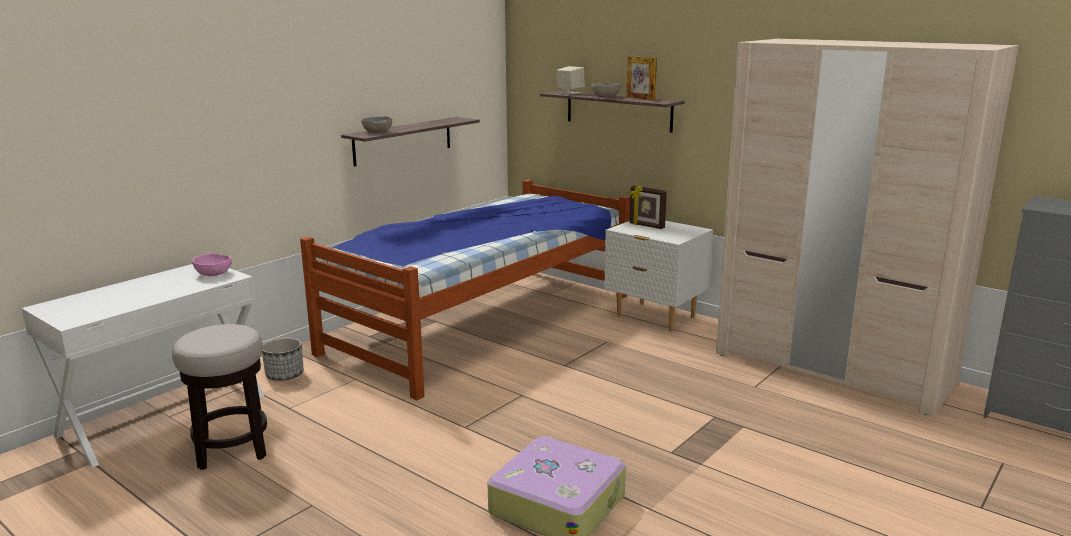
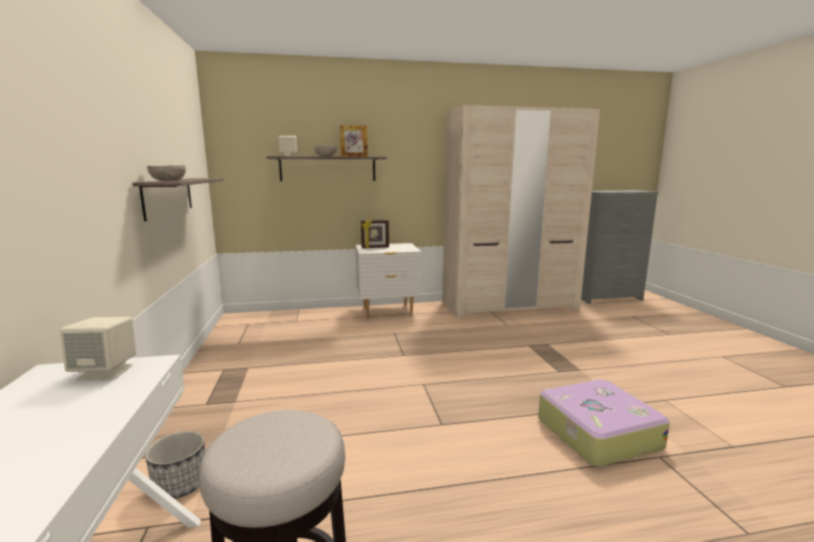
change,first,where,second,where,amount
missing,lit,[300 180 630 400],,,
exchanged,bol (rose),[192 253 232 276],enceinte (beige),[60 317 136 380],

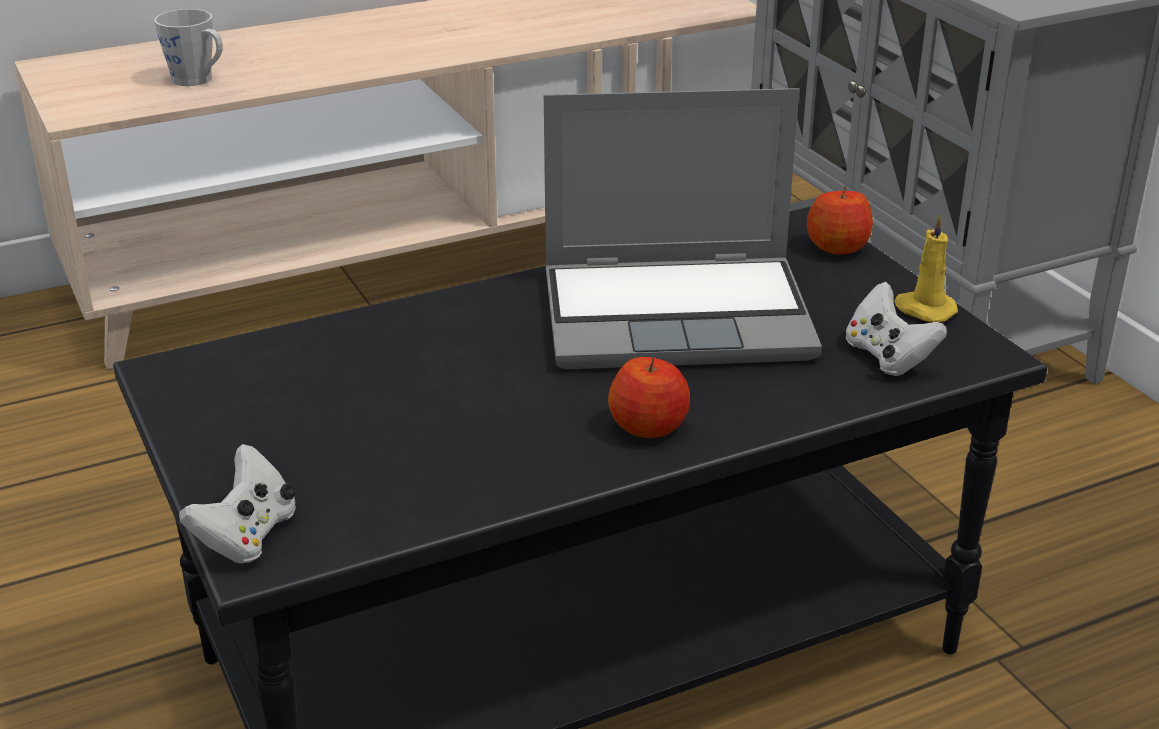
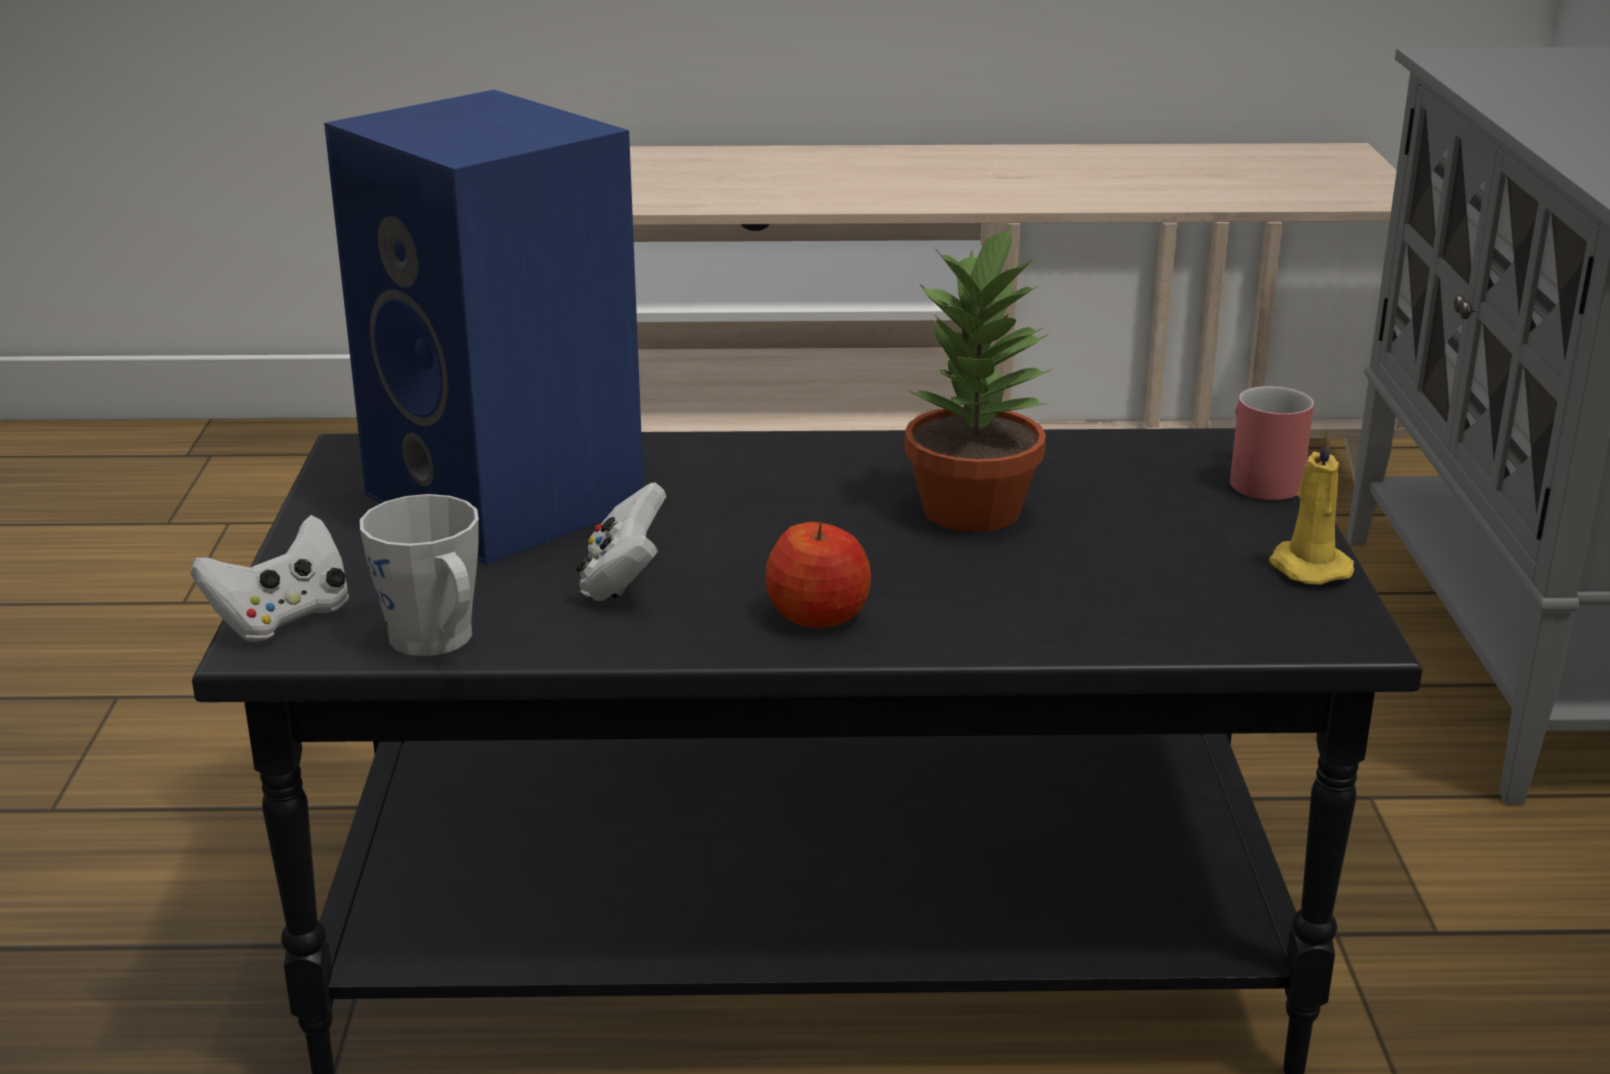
change,first,where,second,where,amount
appeared,,,enceinte (bleu),[324 90 644 565],
relocated,mug (gris),[155 9 223 86],,[360 494 479 656],
relocated,manette (blanc),[846 282 947 376],,[576 483 666 601],
exchanged,ordinateur portable,[544 88 822 369],plante en pot,[904 224 1052 532],
exchanged,pomme,[807 186 873 254],mug (rouge),[1230 386 1314 500],

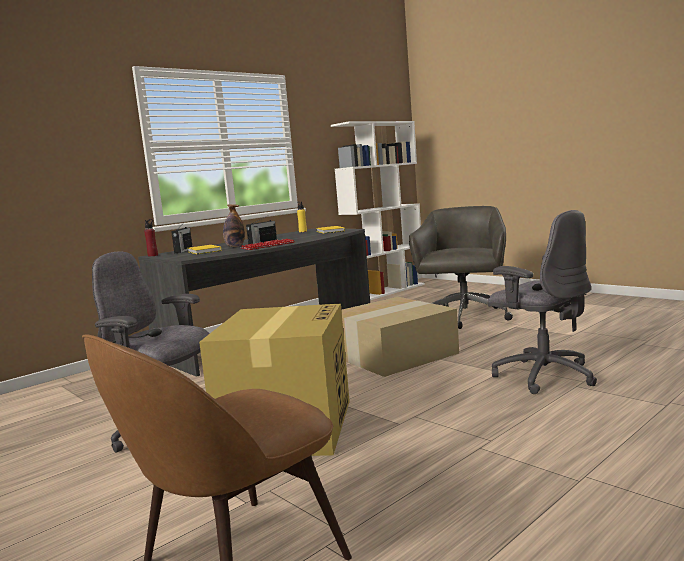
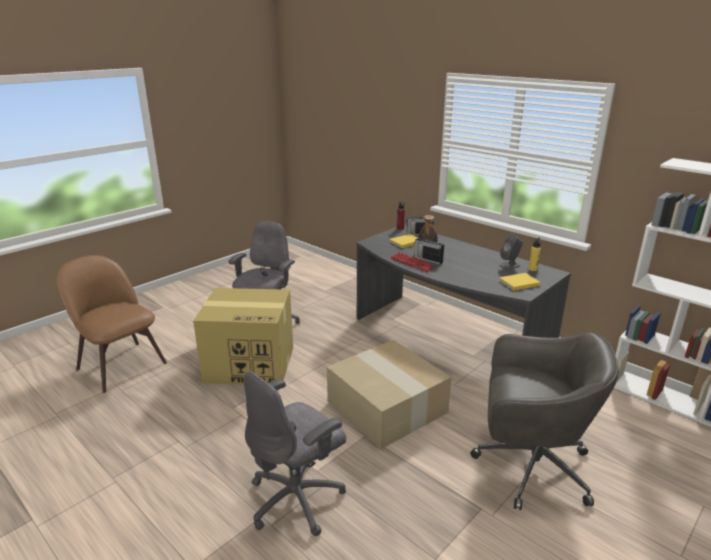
change,first,where,second,where,amount
appeared,,,enceinte (gris),[499 234 523 269],

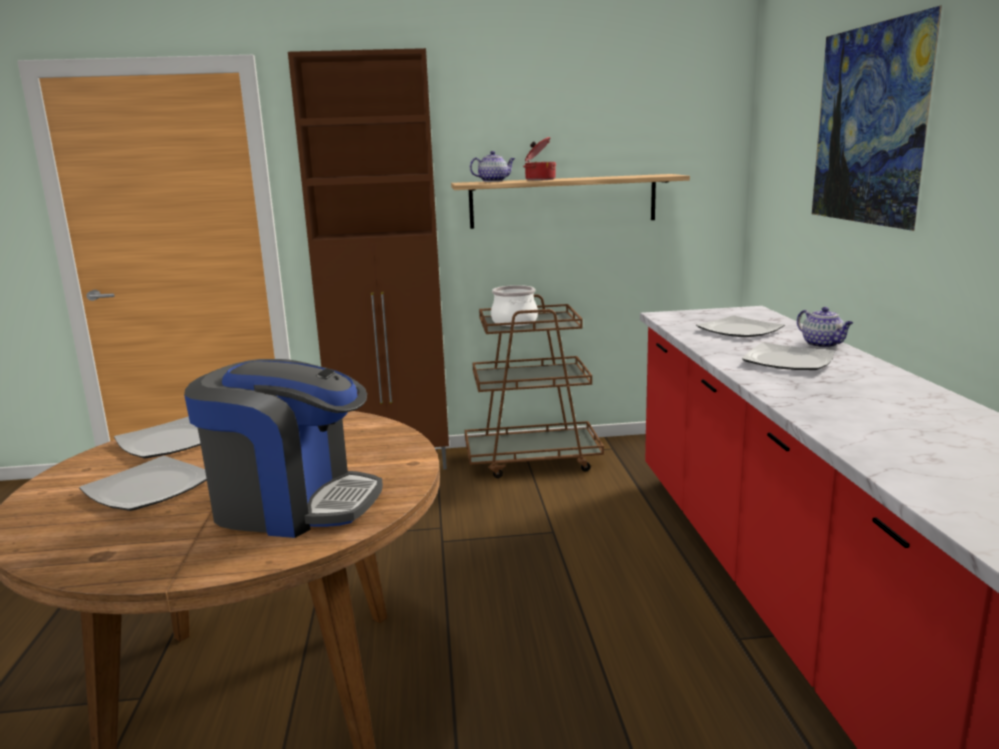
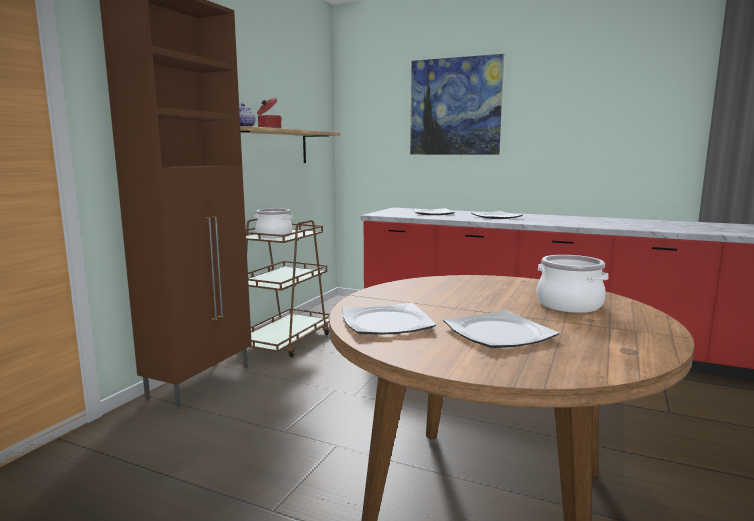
change,first,where,second,where,amount
missing,théière,[797 307 853 348],,,
exchanged,machine à café,[184 359 383 538],marmite,[537 255 608 313],

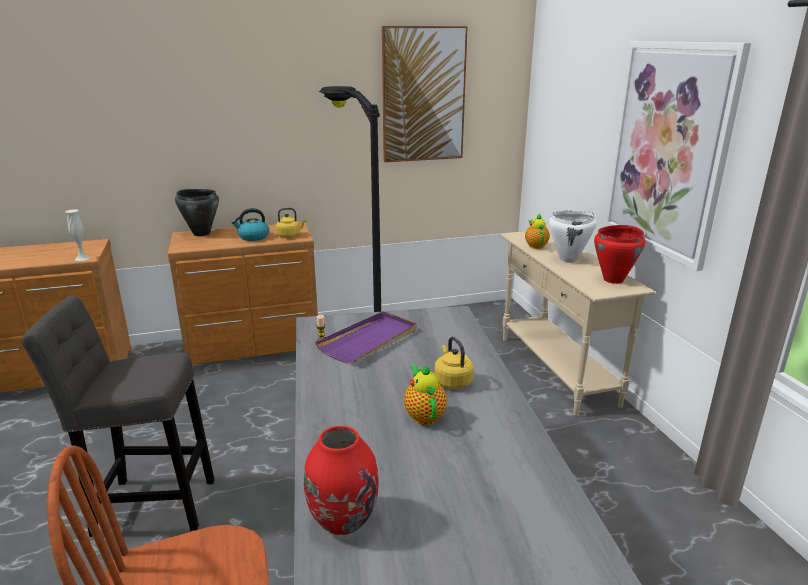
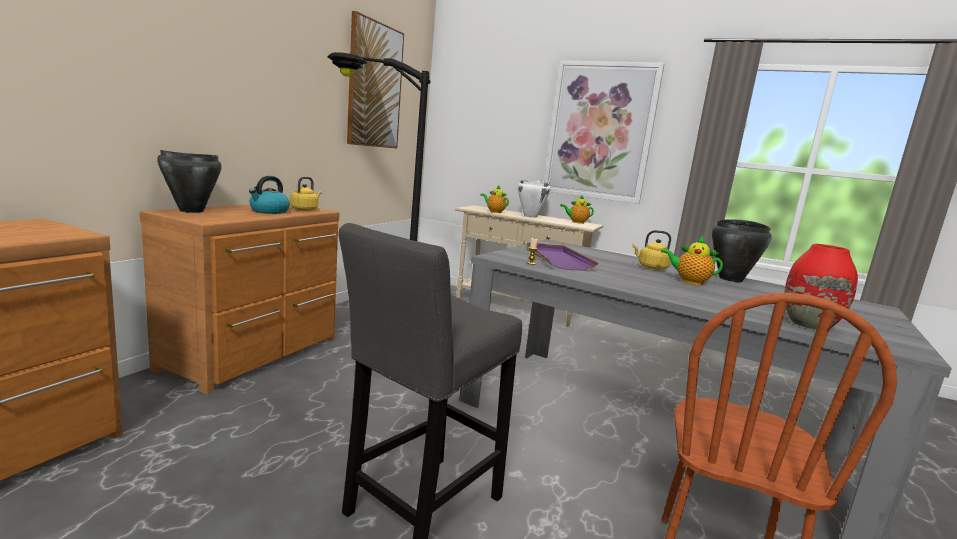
change,first,where,second,where,amount
missing,vase (blanc),[65 209 90 261],,,
appeared,,,marmite (noir),[712 219 772 282],
exchanged,marmite (rouge),[594 225 645 284],théière,[560 195 594 224],

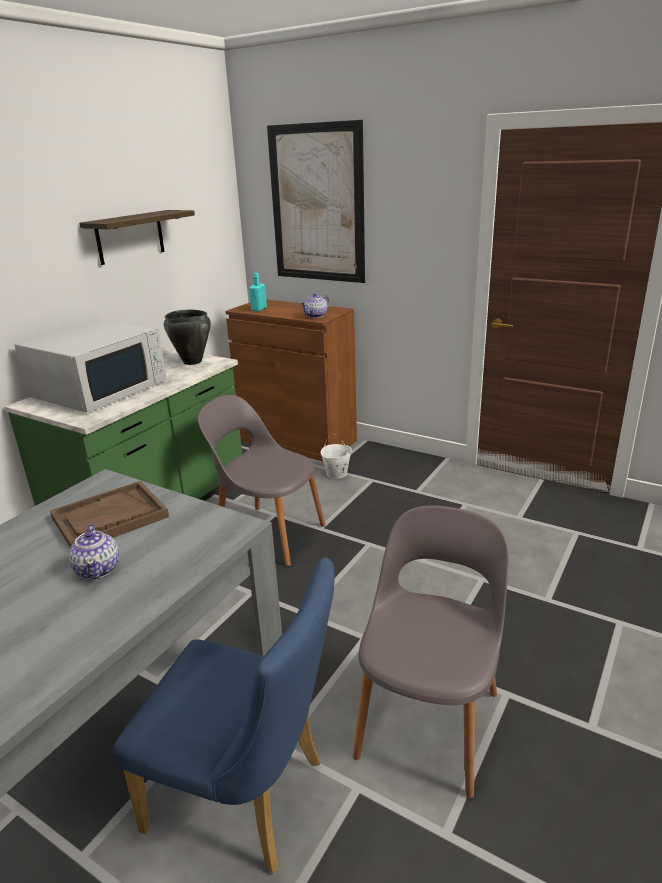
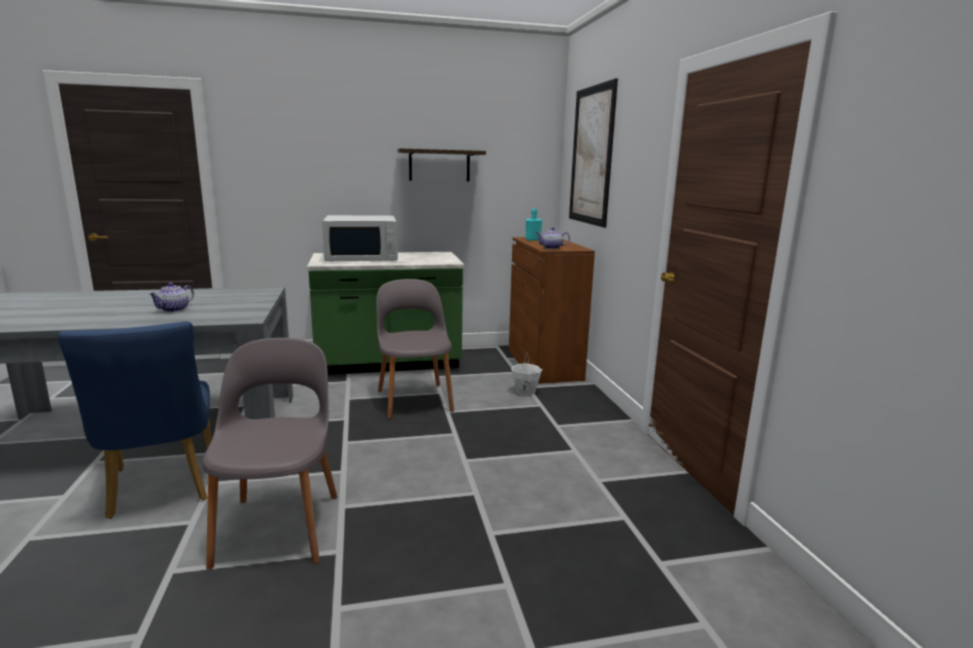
change,first,where,second,where,amount
missing,plateau (marron),[50 481 169 548],,,
missing,marmite (noir),[164 310 211 365],,,
spun,chaise (gris),[353 506 509 798],,[202 338 337 569],75 degrees counterclockwise

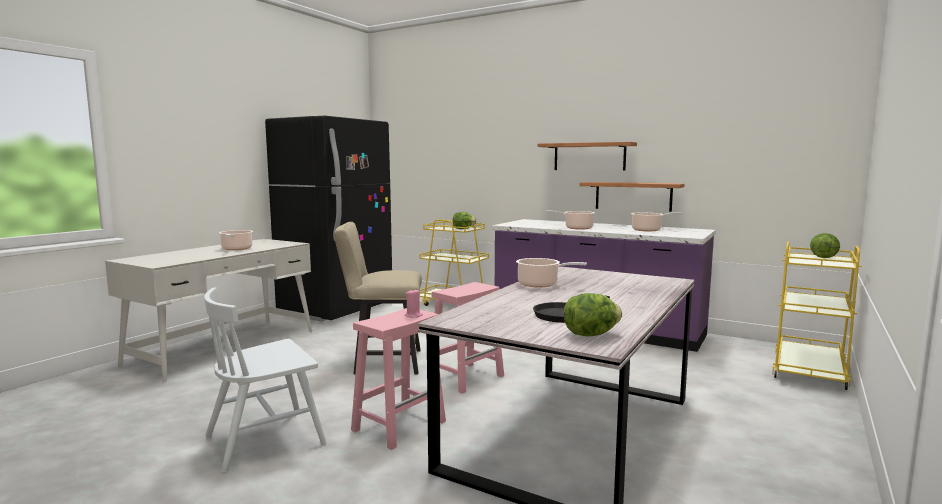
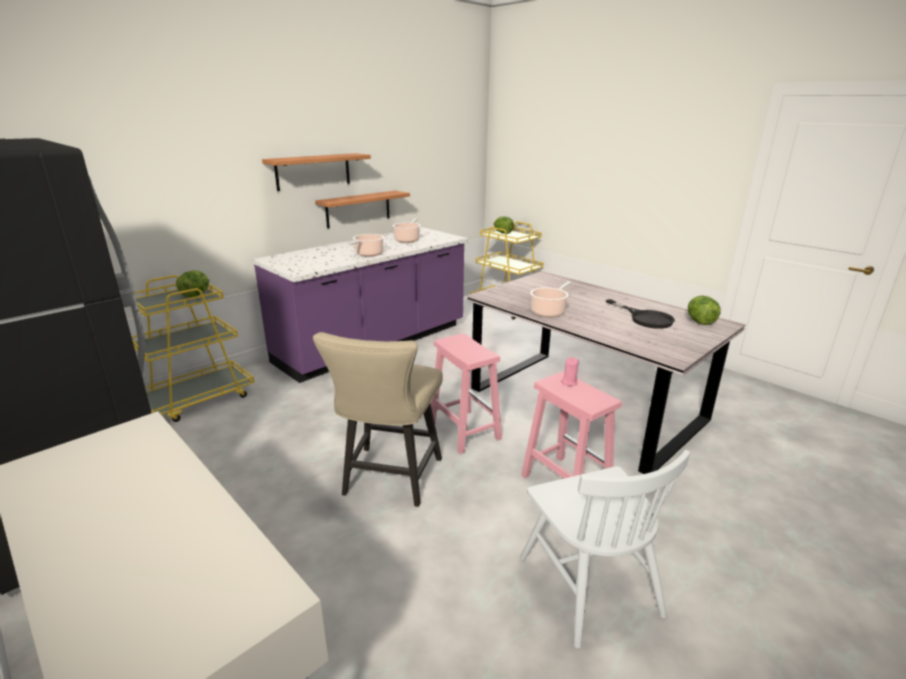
change,first,where,second,where,amount
missing,marmite,[219 230 253 250],,,

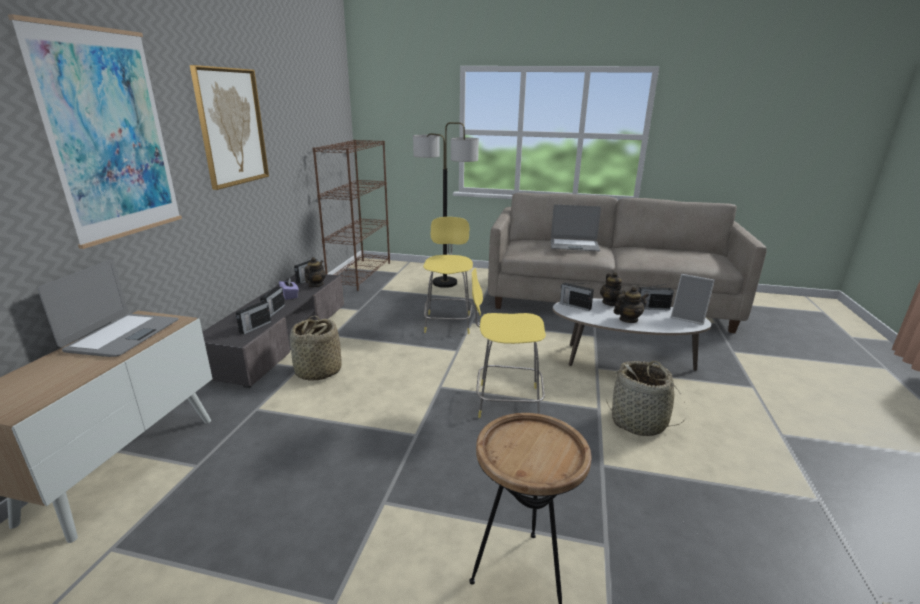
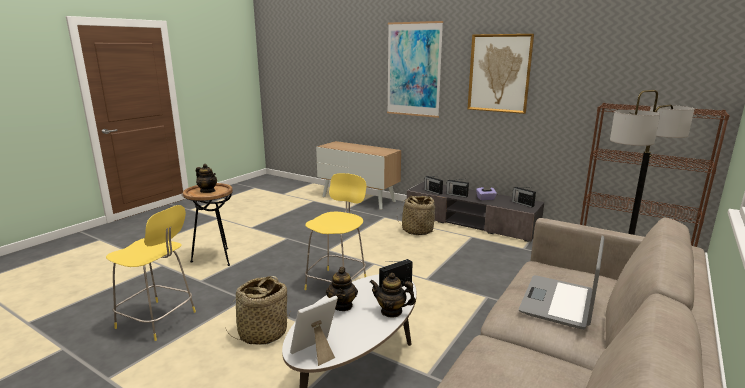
change,first,where,second,where,amount
missing,ordinateur portable,[38 260 178 357],,,
missing,radio,[638 284 674 310],,,
relocated,théière,[305 257 326 287],,[196 164 217 193],
relocated,tabouret (jaune),[423 217 473 334],,[106 205 196 341],

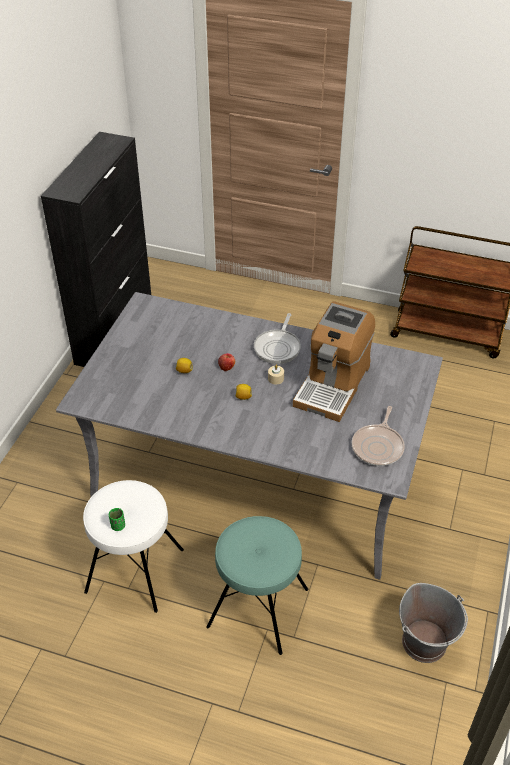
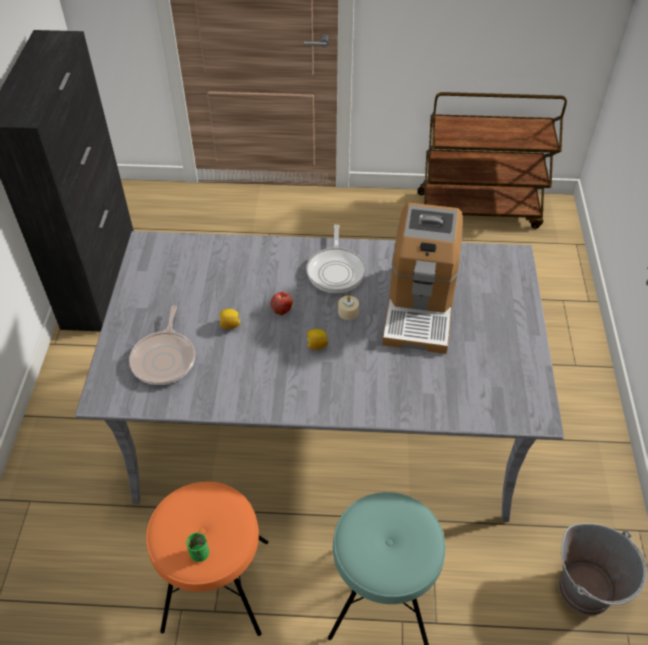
change,first,where,second,where,amount
relocated,poêle,[352 406 405 466],,[129 305 195 385],
colour,tabouret (blanc),[83 480 184 613],tabouret (orange),[146 482 268 636],

